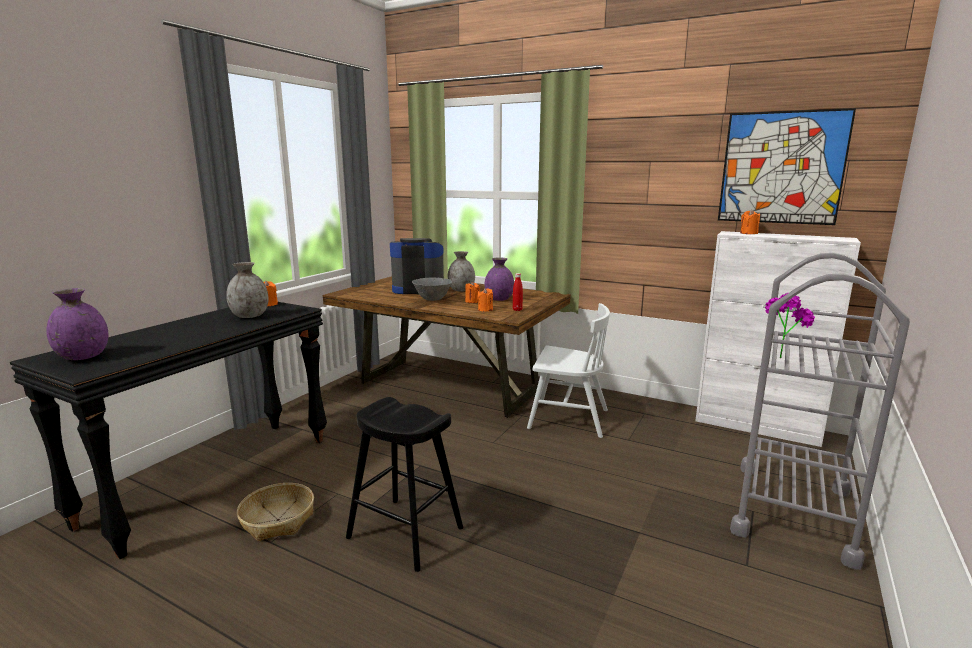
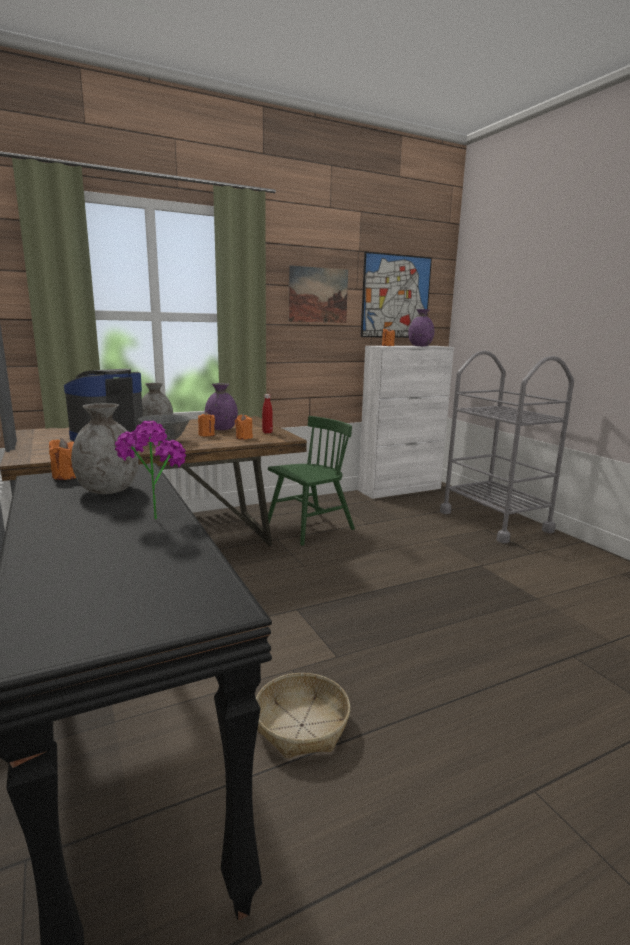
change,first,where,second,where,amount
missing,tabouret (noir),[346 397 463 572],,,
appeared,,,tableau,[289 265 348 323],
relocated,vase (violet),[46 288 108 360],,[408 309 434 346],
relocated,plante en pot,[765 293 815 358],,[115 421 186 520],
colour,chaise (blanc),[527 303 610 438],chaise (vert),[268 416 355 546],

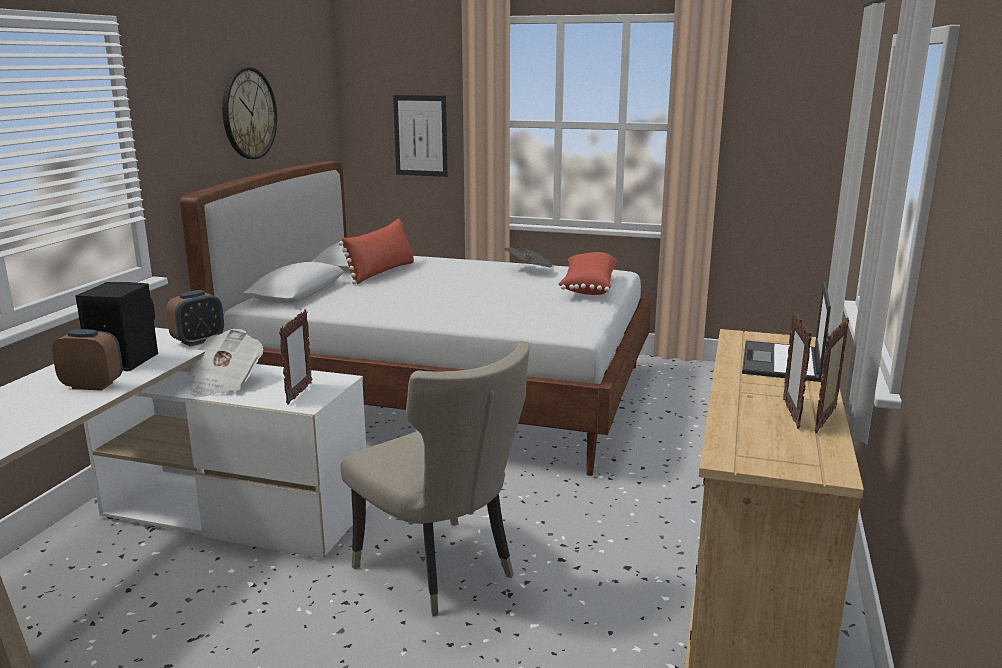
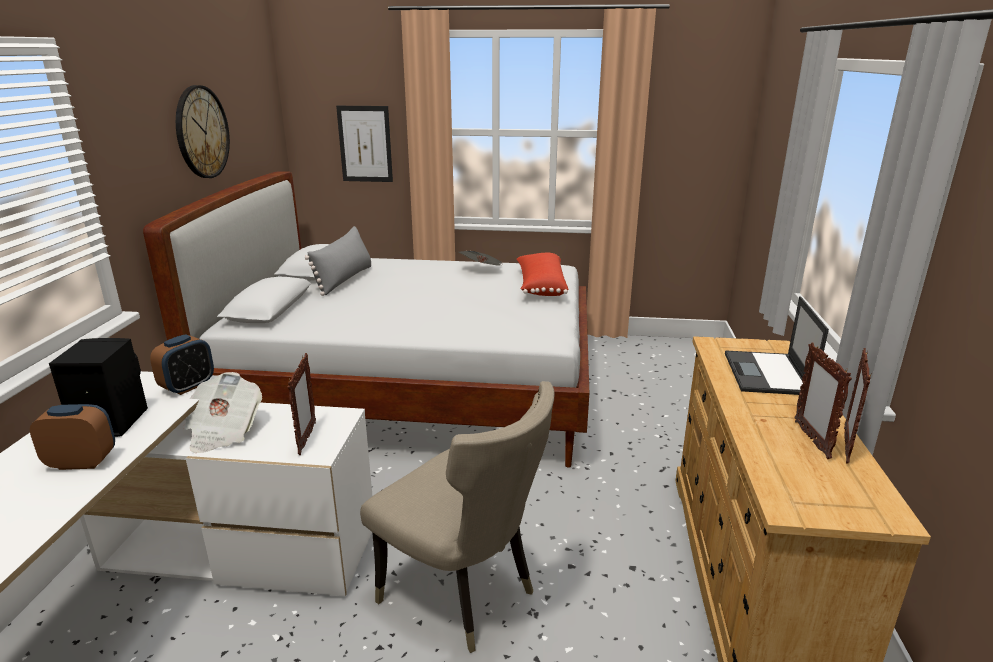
change,first,where,second,where,amount
colour,coussin (rouge),[339 218 414 284],coussin (gris),[305 226 371 296],

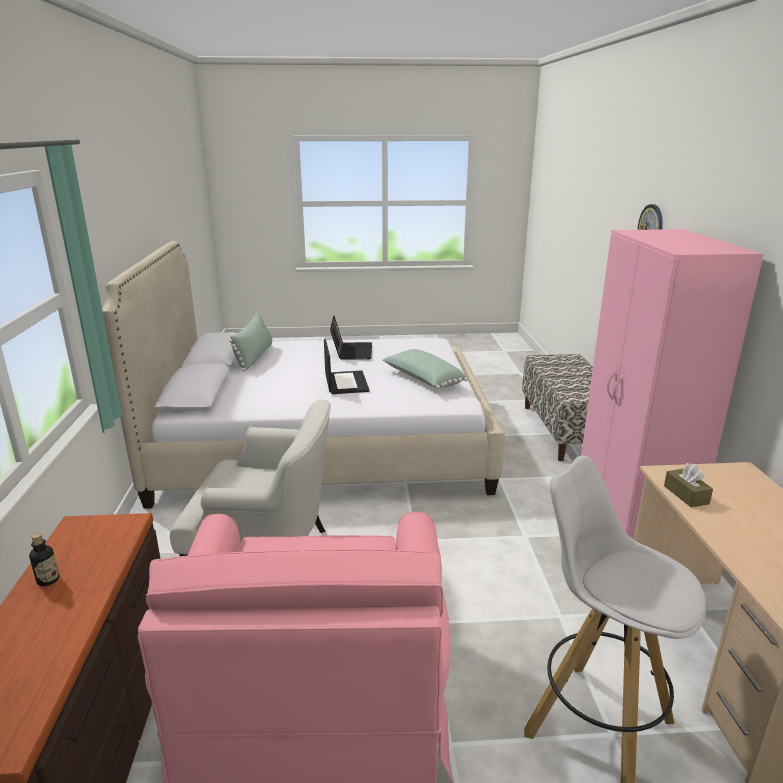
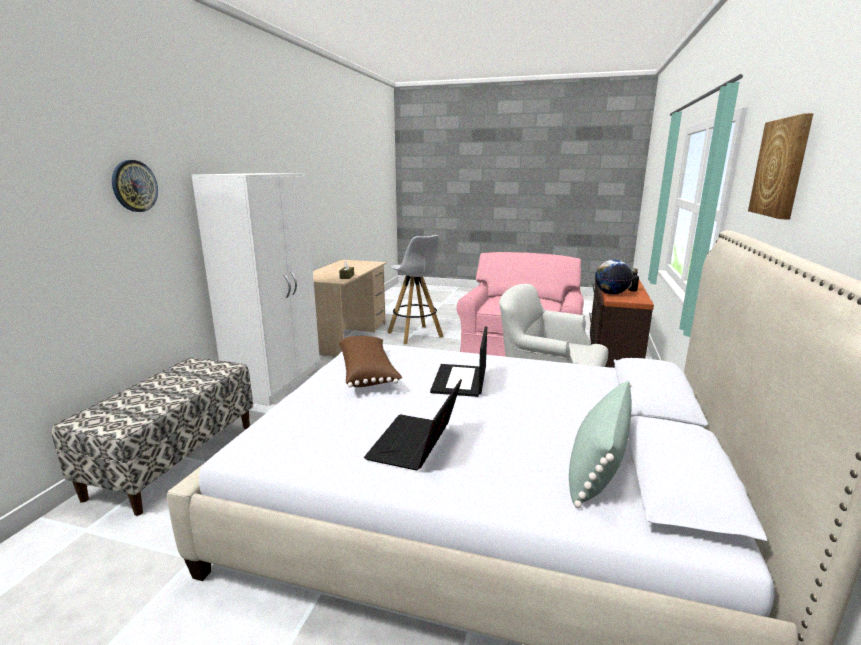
change,first,where,second,where,amount
appeared,,,globe,[595 259 632 294],
appeared,,,tableau,[748 113 814 219],
colour,coussin (vert),[383 349 468 389],coussin (marron),[339 336 402 387],
colour,armoire (rose),[581 229 764 539],armoire (blanc),[192 173 320 406],

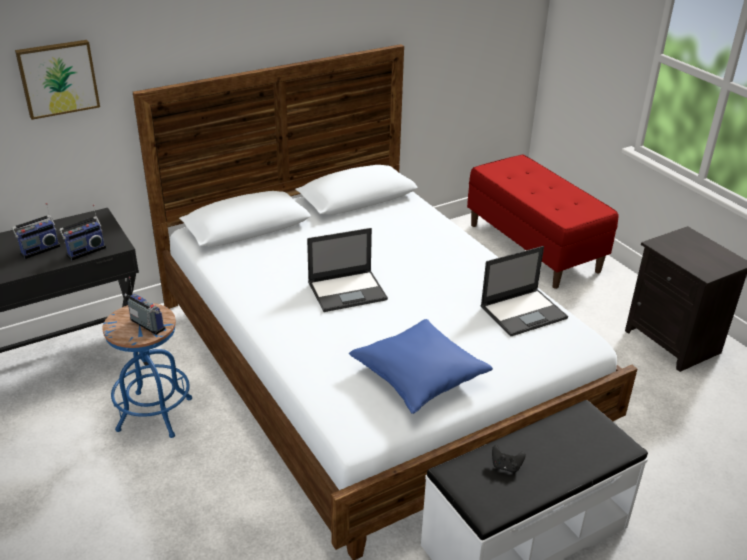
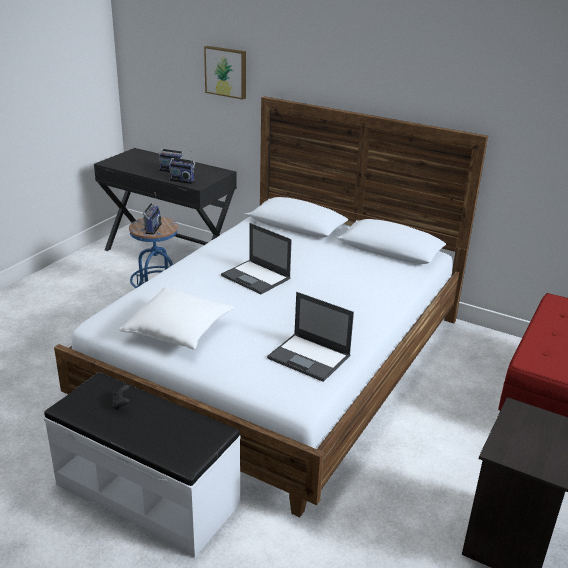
change,first,where,second,where,amount
colour,coussin (bleu),[349 319 493 414],coussin (blanc),[119 287 234 349],

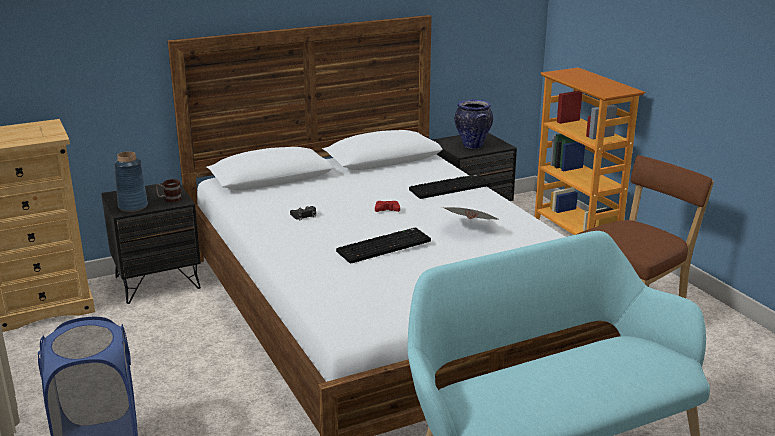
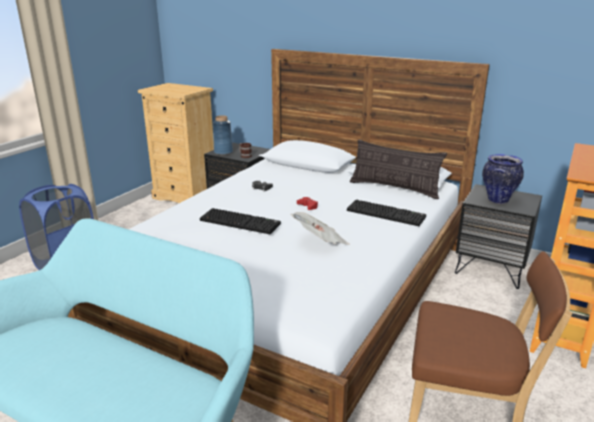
change,first,where,second,where,amount
appeared,,,coussin,[350 139 447 199],

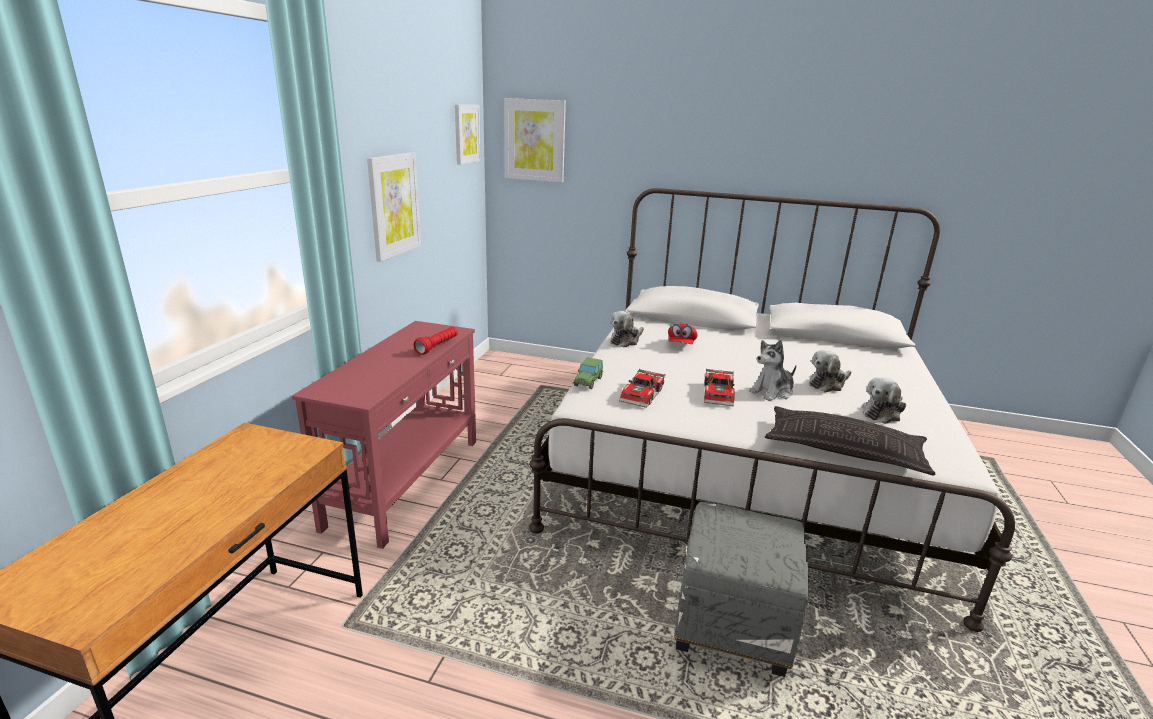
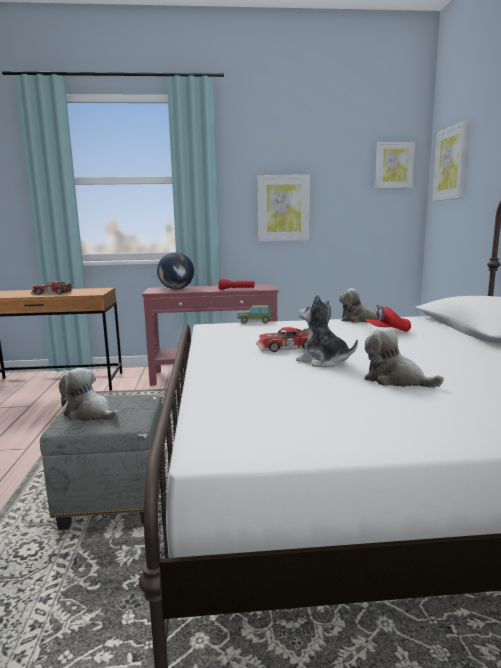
change,first,where,second,where,amount
missing,coussin,[765 406 936 476],,,
appeared,,,globe,[157 252 194 289],
relocated,petite voiture,[619 369 665 408],,[31 281 73 295],
relocated,peluche,[862 377 906 424],,[59 368 119 421],

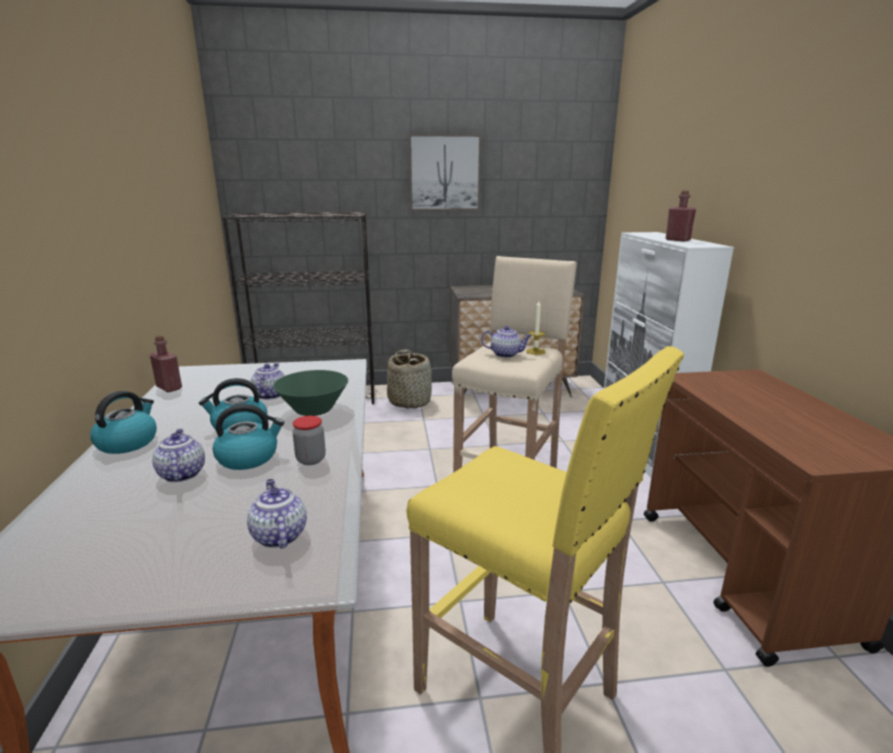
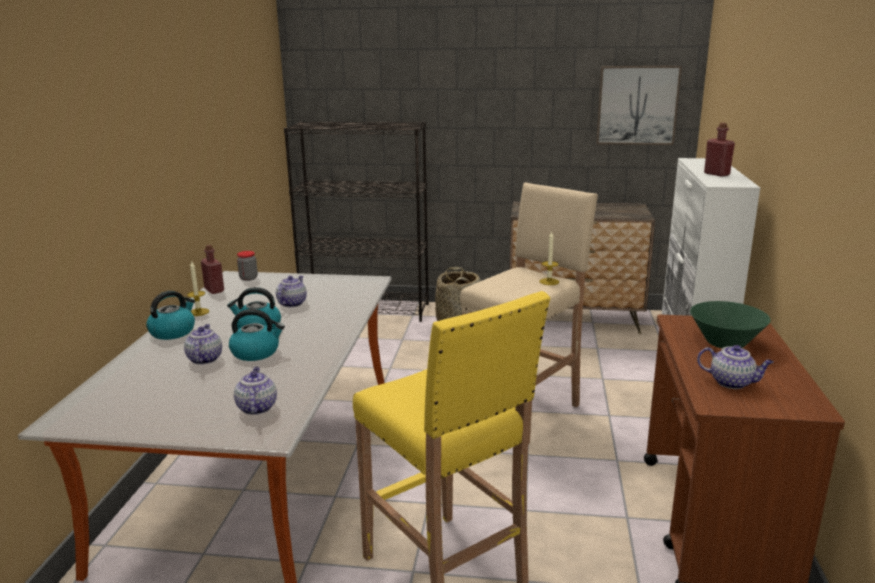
change,first,where,second,where,amount
appeared,,,bougie,[187 262 209 316],
relocated,bol (vert),[273 370 348 416],,[690 301 771 348],
relocated,bocal,[292 416 326 465],,[237 251 258 281],
relocated,tableau,[409 134 481 211],,[596 66 682 145],
relocated,théière,[481 326 532 358],,[697 345 774 389],

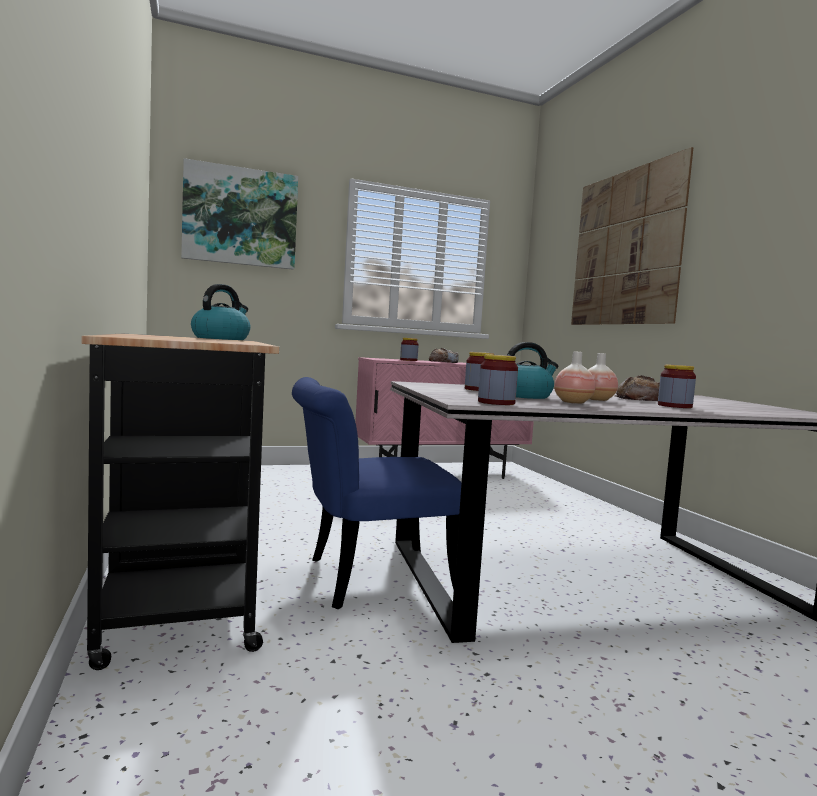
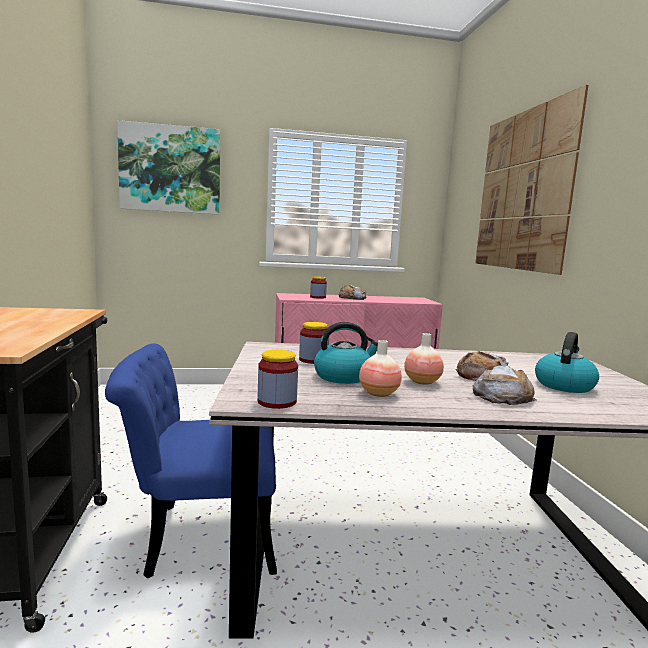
change,first,where,second,where,amount
relocated,bouilloire,[191 284 250 340],,[535 332 599 393],
exchanged,bocal,[658 364 696 408],pain,[473 366 537 405],

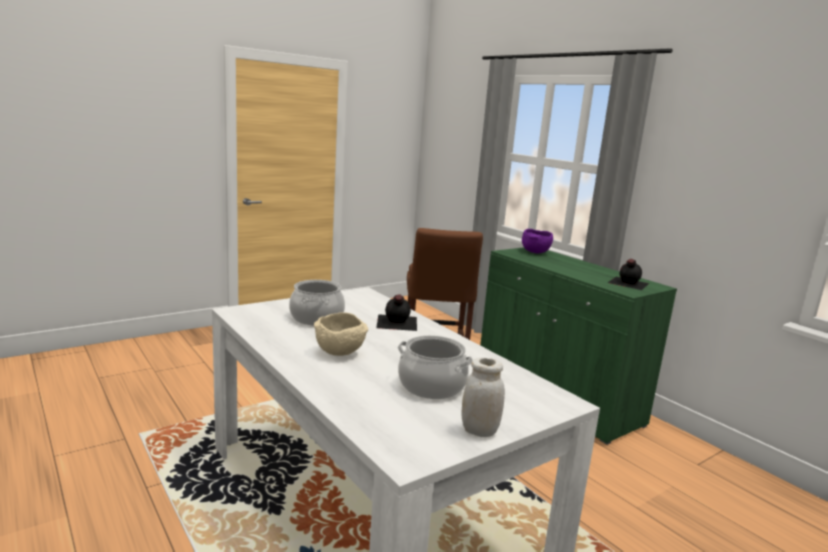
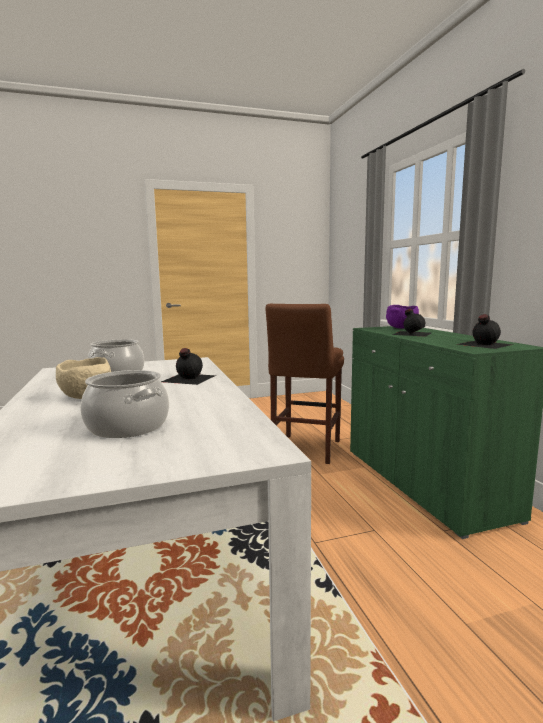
change,first,where,second,where,amount
missing,bocal (blanc),[462 358 505 437],,,
appeared,,,bouteille (noir),[392 308 431 337],

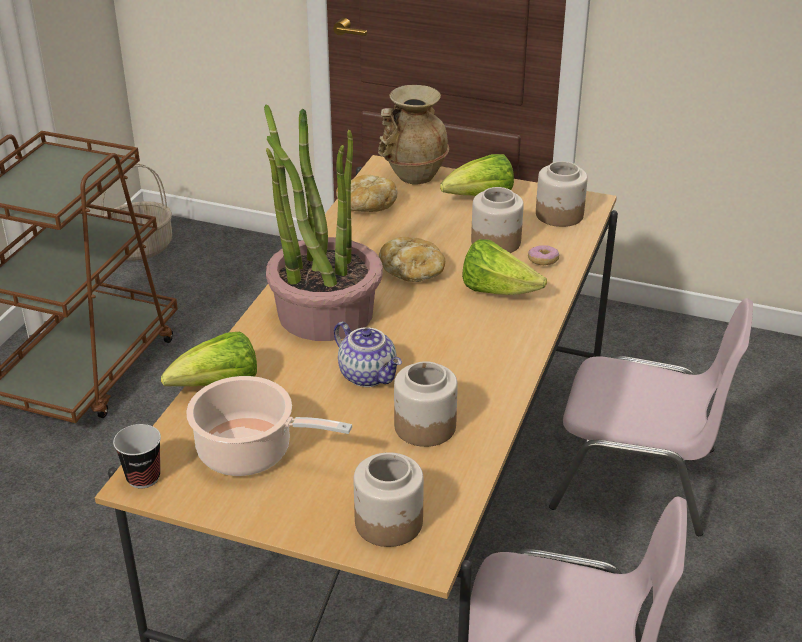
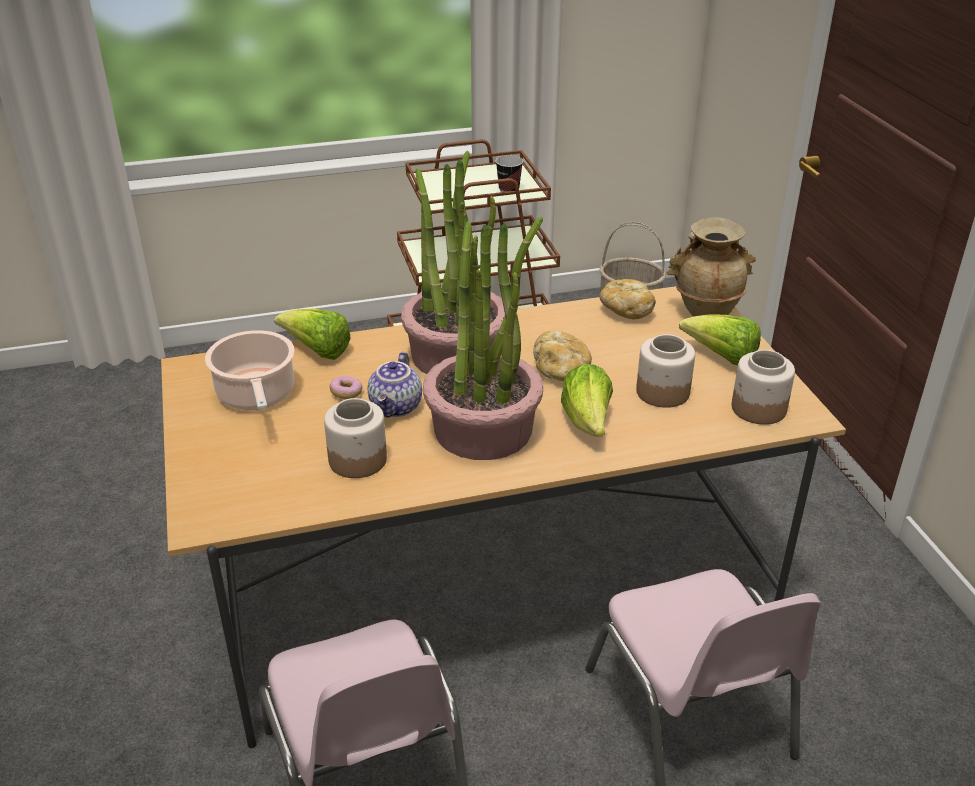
change,first,where,second,where,amount
missing,bocal,[354 452 424 547],,,
appeared,,,plante en pot,[423 217 543 460],
relocated,tasse,[113 424 161 488],,[496 155 523 192],
relocated,beignet,[528 245 559 265],,[330 376 362 399],

